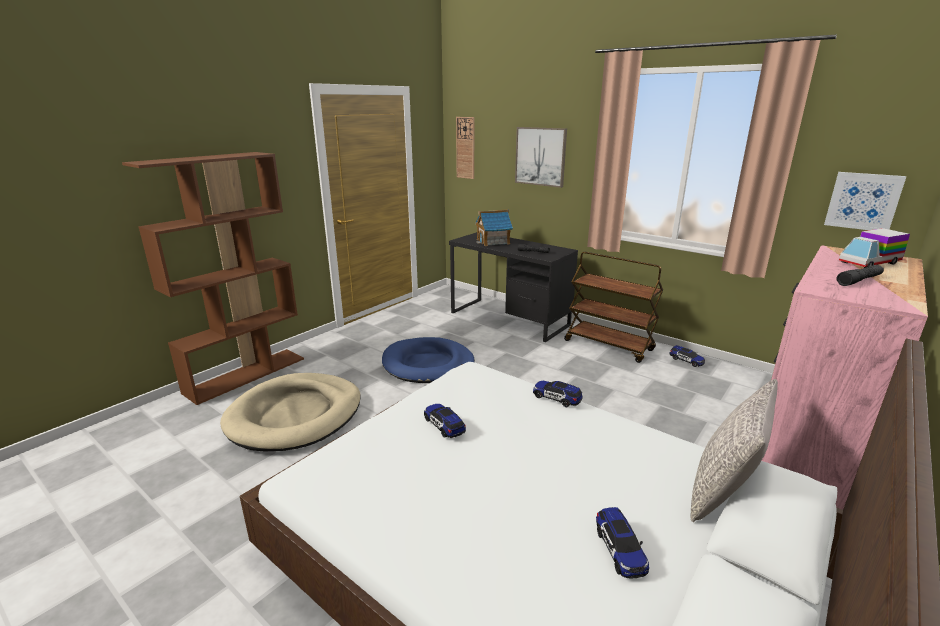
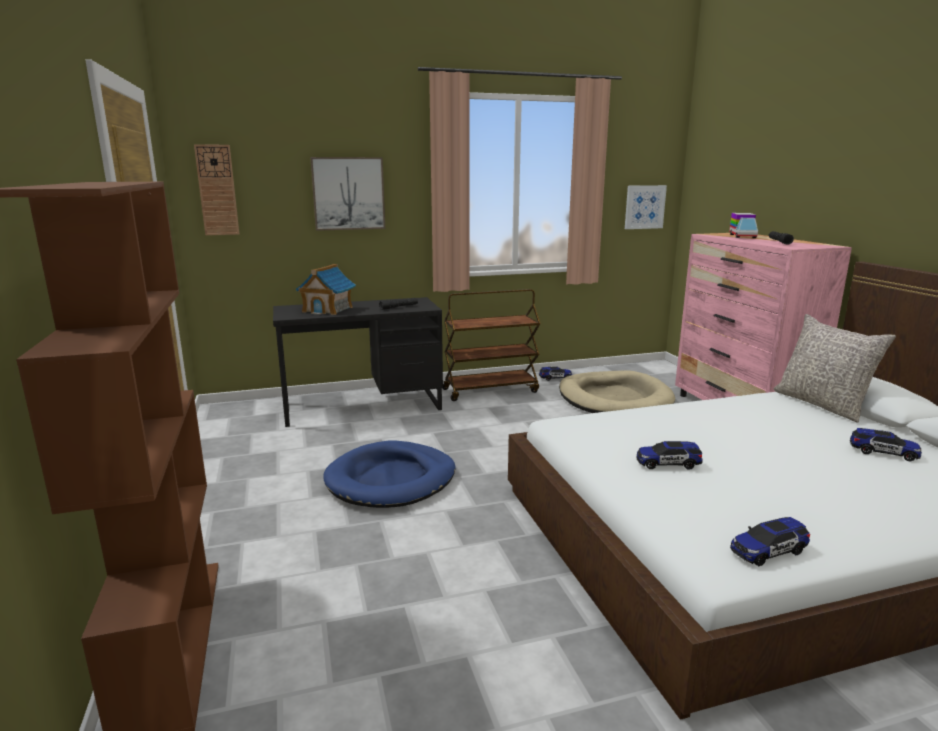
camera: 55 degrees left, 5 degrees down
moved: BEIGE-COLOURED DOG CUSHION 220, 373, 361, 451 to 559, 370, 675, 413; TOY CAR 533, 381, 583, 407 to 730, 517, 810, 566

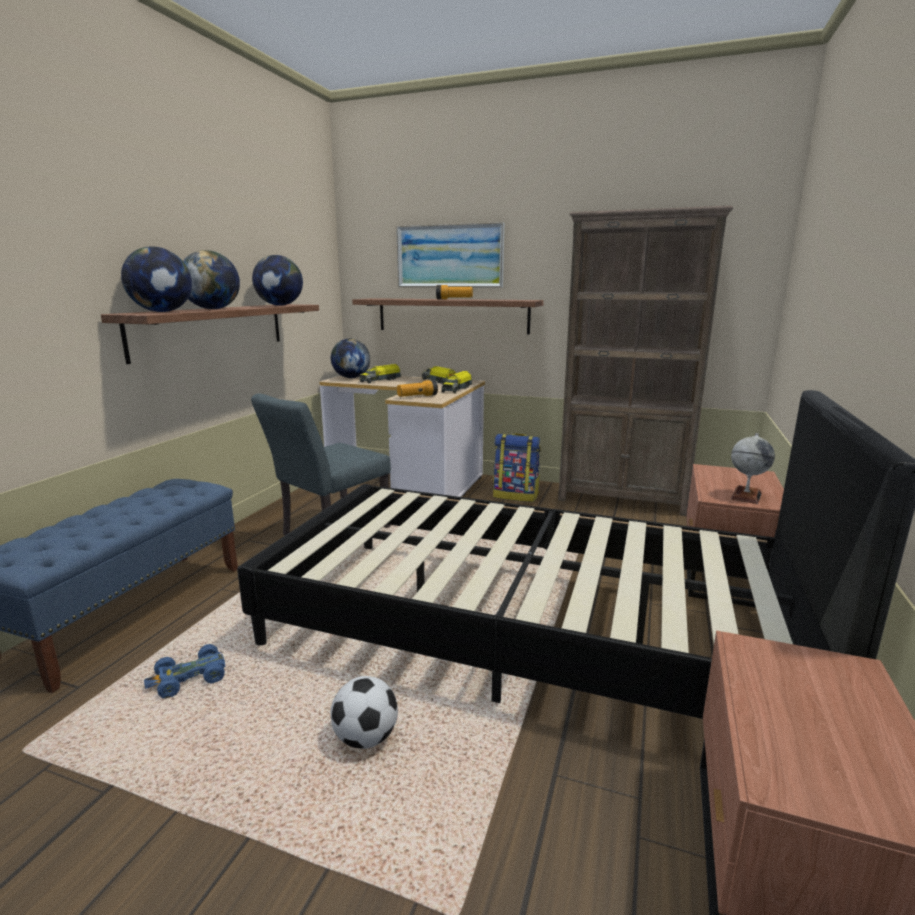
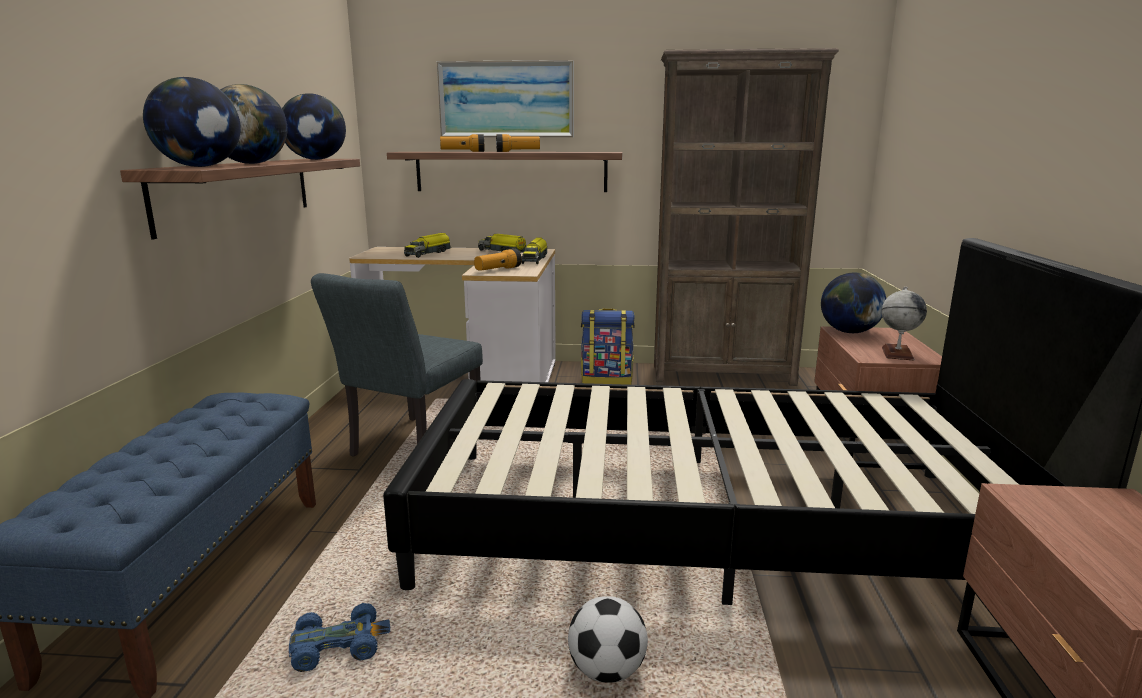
camera: 15 degrees left, 0 degrees up
added: FLASHLIGHT 440, 134, 484, 152
moved: DESK GLOBE 331, 339, 370, 378 to 821, 273, 886, 333
turned: BLUE TOY CAR 144, 644, 225, 698 = 289, 603, 390, 672 150 degrees counterclockwise

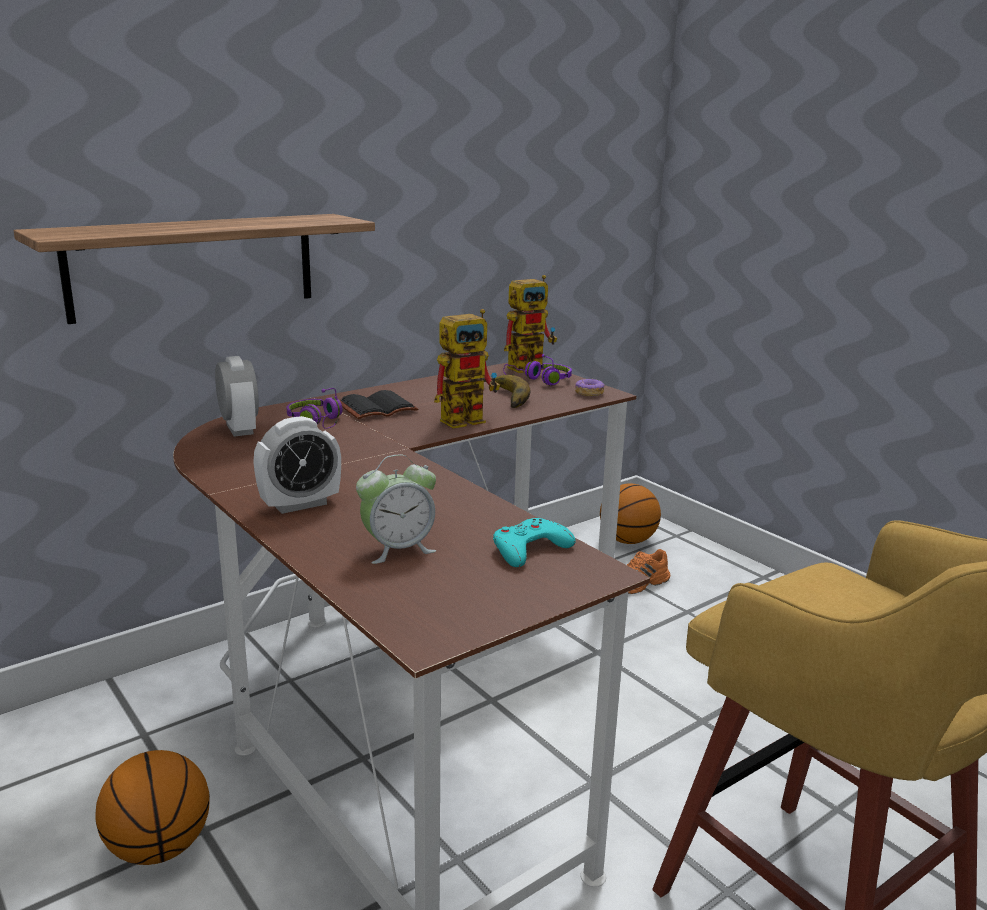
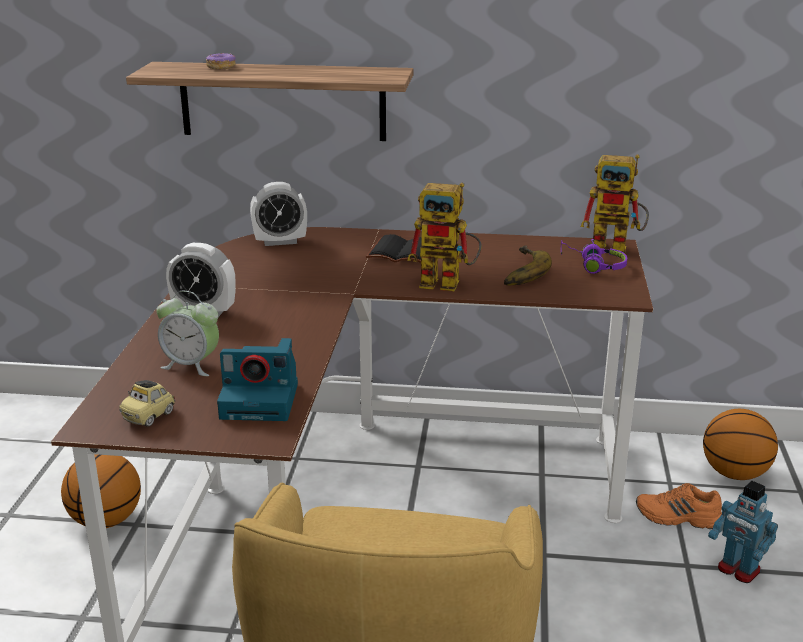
camera: 45 degrees right, 5 degrees up
removed: PURPLISH HEADSET 286, 388, 343, 429
added: TOY CAR 119, 380, 176, 427; MODEL ROBOT 708, 481, 778, 583
moved: DOUGHNUT 575, 378, 605, 396 to 206, 53, 236, 70
replaced: BLUE-GREEN GAME CONTROLLER 493, 518, 576, 567 to PHOTO CAMERA 217, 338, 298, 421
turned: BEDSIDE CLOCK 215, 356, 259, 437 = 250, 182, 307, 246 60 degrees clockwise

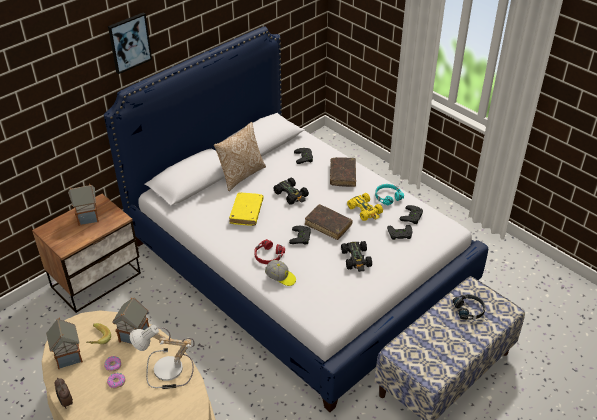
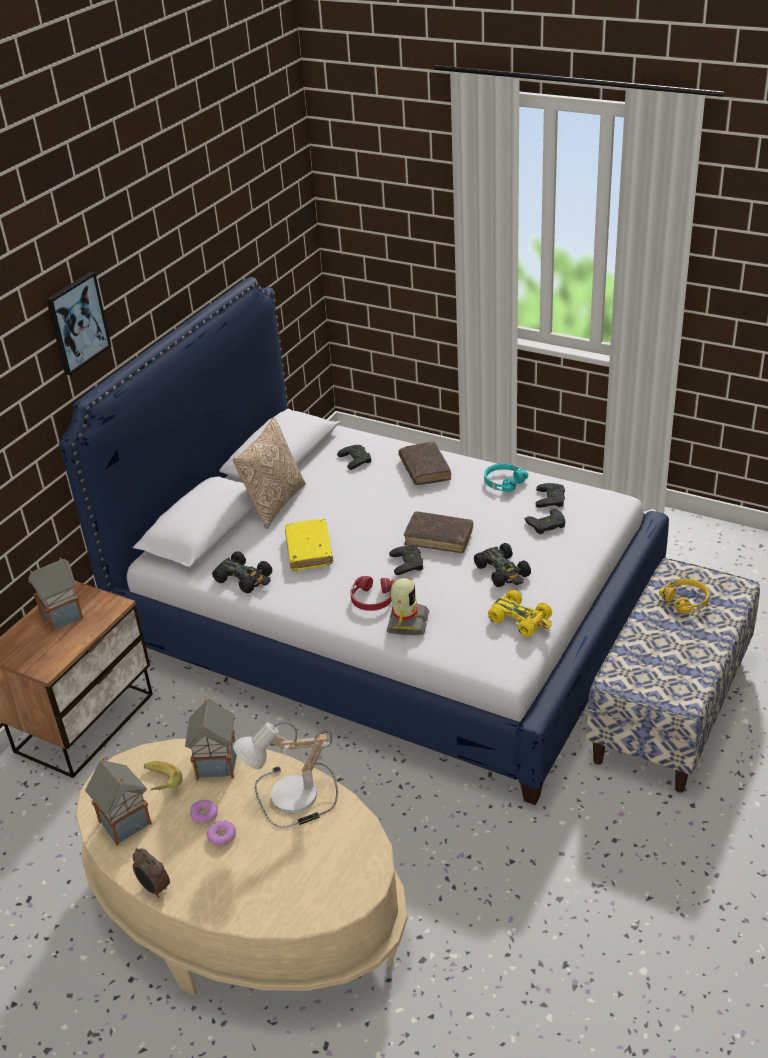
camera: 15 degrees left, 5 degrees down
moved: BLACKISH TOY CAR 273, 178, 309, 205 to 212, 551, 272, 593; YELLOW TOY CAR 347, 193, 383, 221 to 488, 590, 552, 637
replaced: BASEBALL CAP 265, 260, 296, 286 to MODEL ROBOT 387, 578, 429, 635
recoloured: BLACKISH HEADSET 453, 294, 486, 320 to YELLOW HEADSET 659, 578, 710, 614

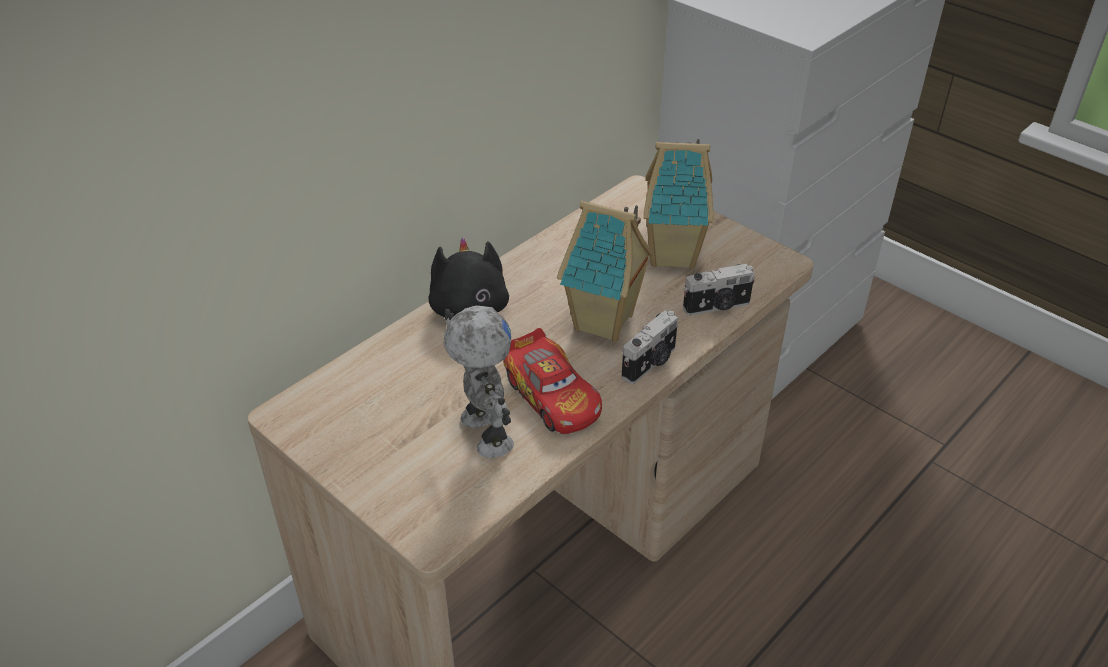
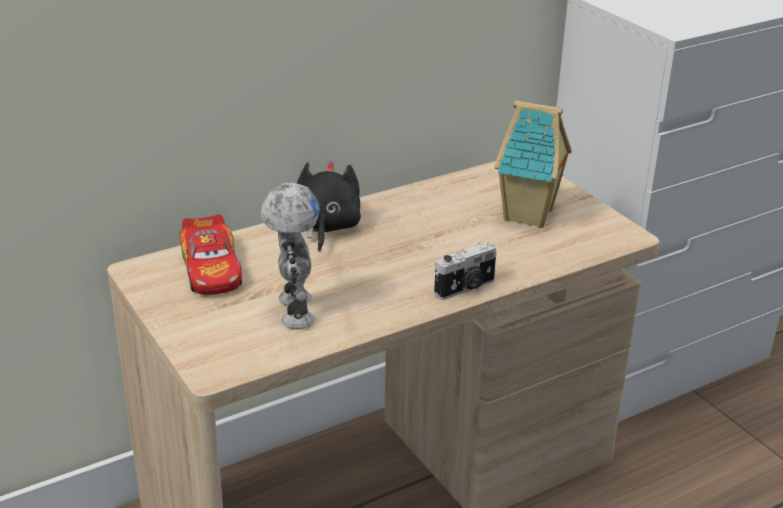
camera: 15 degrees right, 10 degrees down
removed: TOY HOUSE 557, 201, 654, 342; PHOTO CAMERA 683, 264, 755, 316
moved: TOY CAR 503, 328, 602, 434 to 180, 214, 242, 295

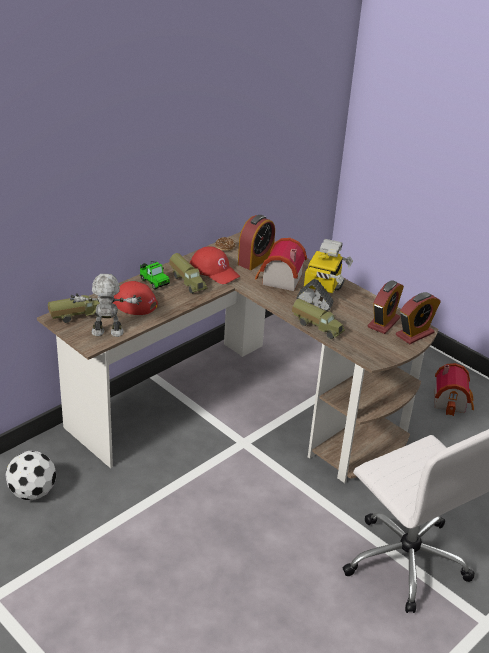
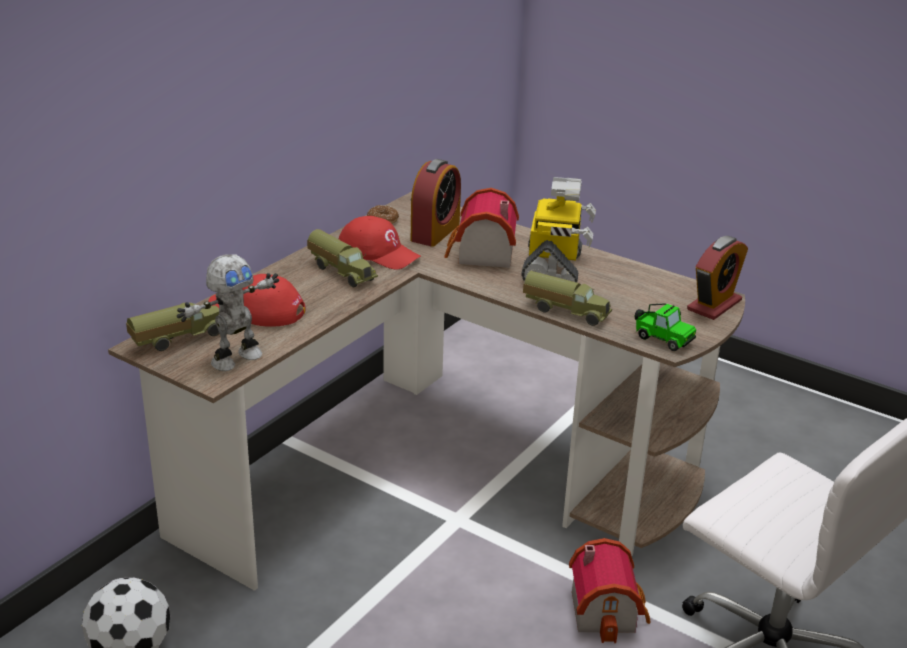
camera: 10 degrees left, 5 degrees down
removed: BEDSIDE CLOCK 367, 280, 404, 334
moved: TOY CAR 139, 261, 170, 289 to 635, 304, 696, 351; TOY HOUSE 435, 363, 474, 416 to 569, 538, 651, 643
turned: MODEL ROBOT 70, 274, 142, 337 = 177, 254, 279, 371 150 degrees clockwise

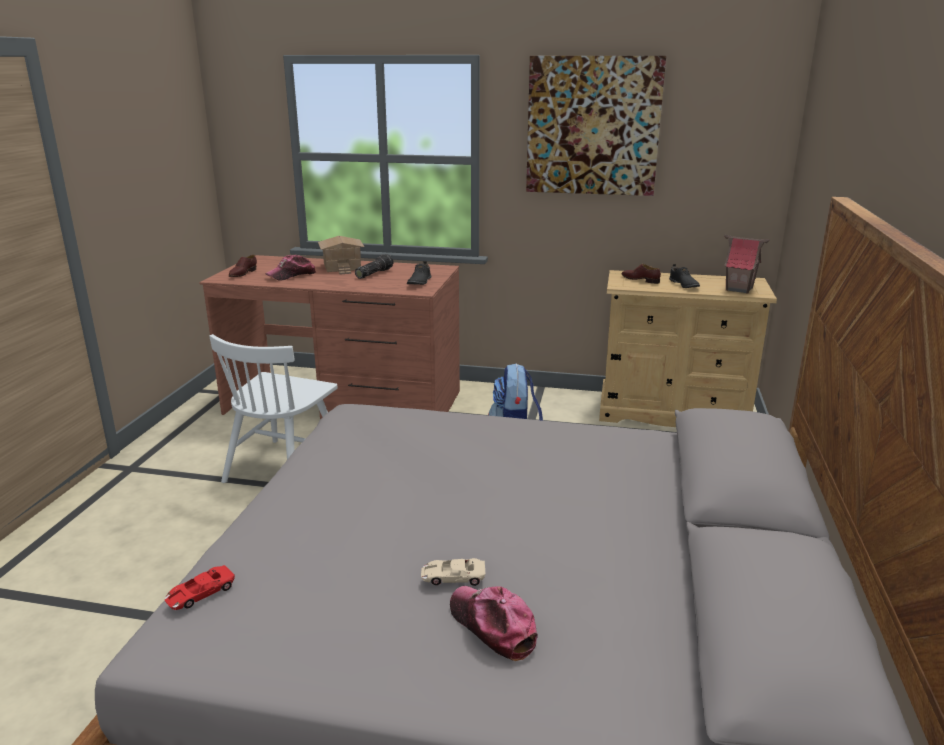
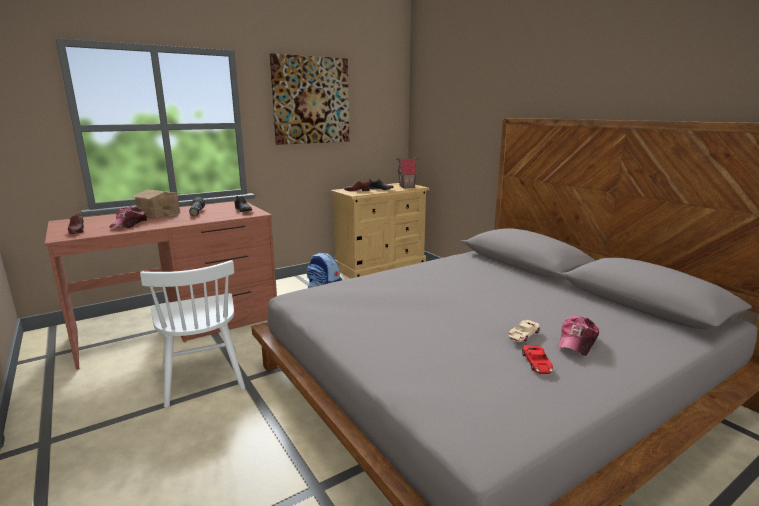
camera: 45 degrees left, 5 degrees down
moved: RED-COLOURED TOY CAR 165, 565, 235, 610 to 522, 345, 553, 374
turned: BASEBALL CAP 450, 586, 537, 661 = 558, 316, 599, 356 60 degrees counterclockwise

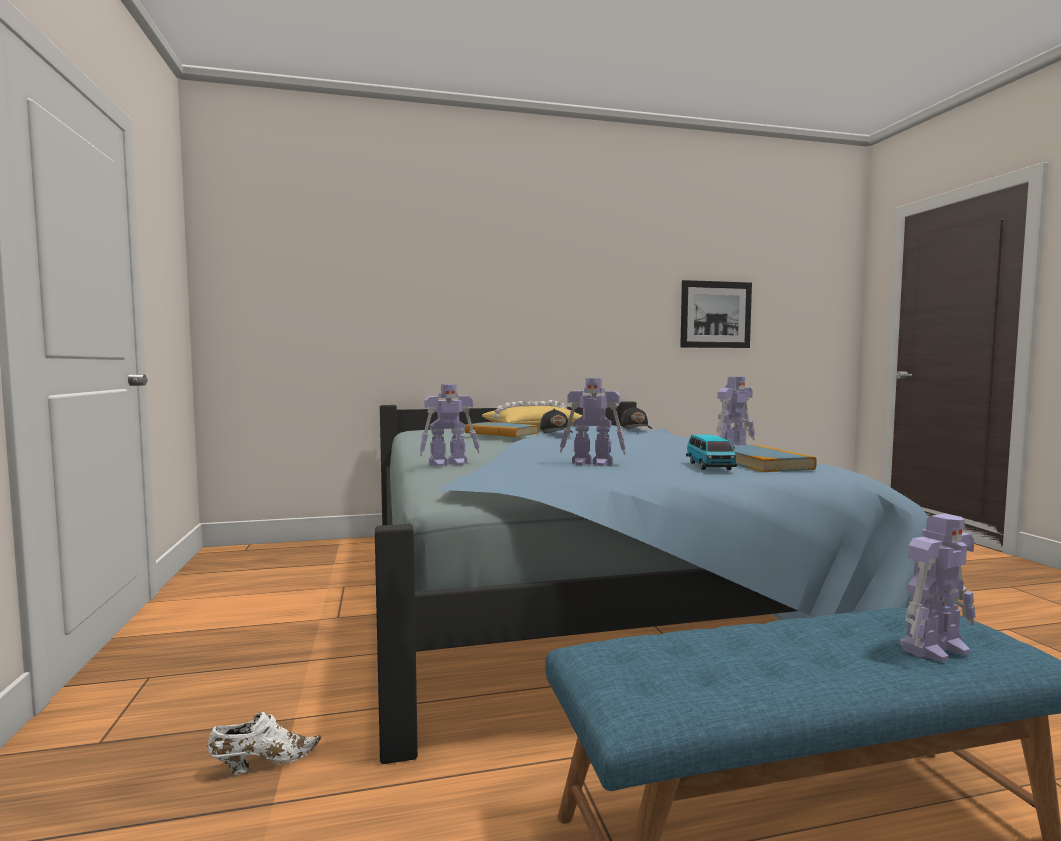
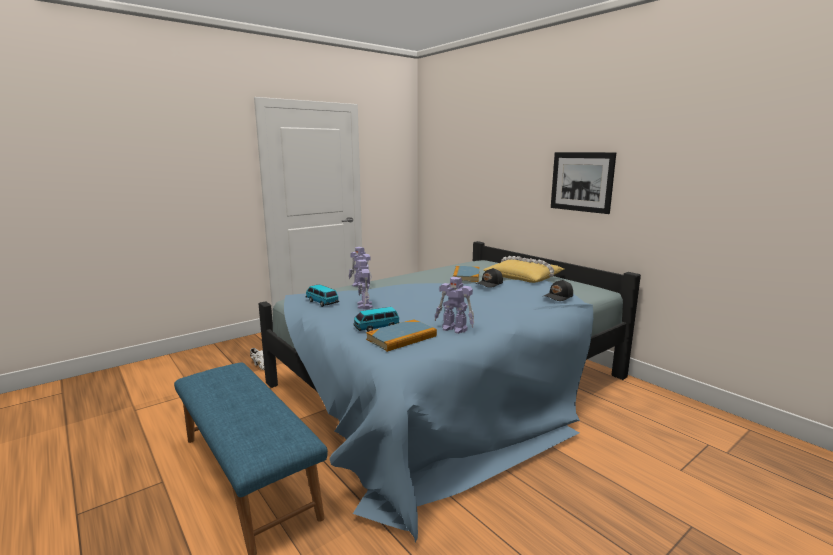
camera: 65 degrees right, 10 degrees up
removed: MODEL ROBOT 900, 513, 975, 662
added: TOY CAR 306, 284, 339, 307
moved: WALL ART 680, 280, 752, 348 to 551, 152, 616, 214

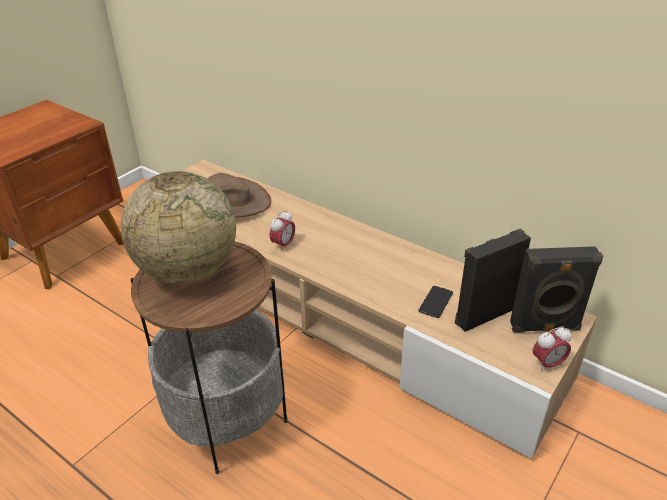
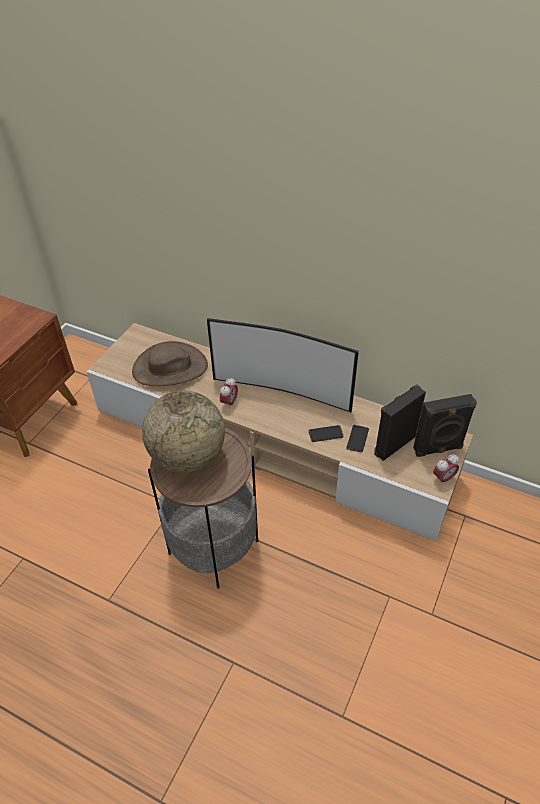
camera: 10 degrees left, 10 degrees up
added: TV SET 207, 318, 359, 412; HANDSET 309, 425, 344, 442

